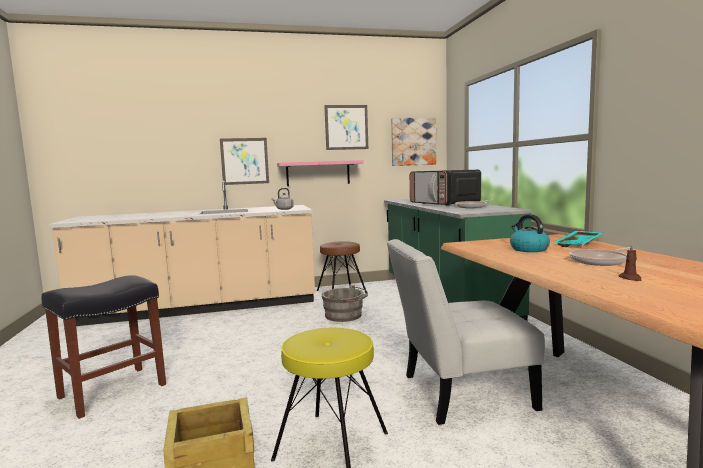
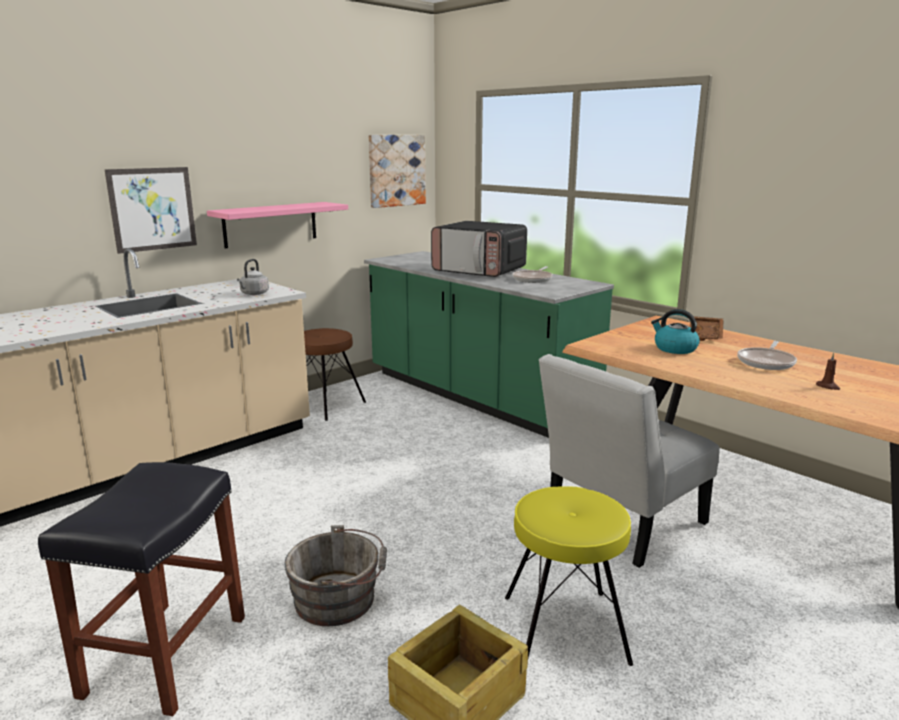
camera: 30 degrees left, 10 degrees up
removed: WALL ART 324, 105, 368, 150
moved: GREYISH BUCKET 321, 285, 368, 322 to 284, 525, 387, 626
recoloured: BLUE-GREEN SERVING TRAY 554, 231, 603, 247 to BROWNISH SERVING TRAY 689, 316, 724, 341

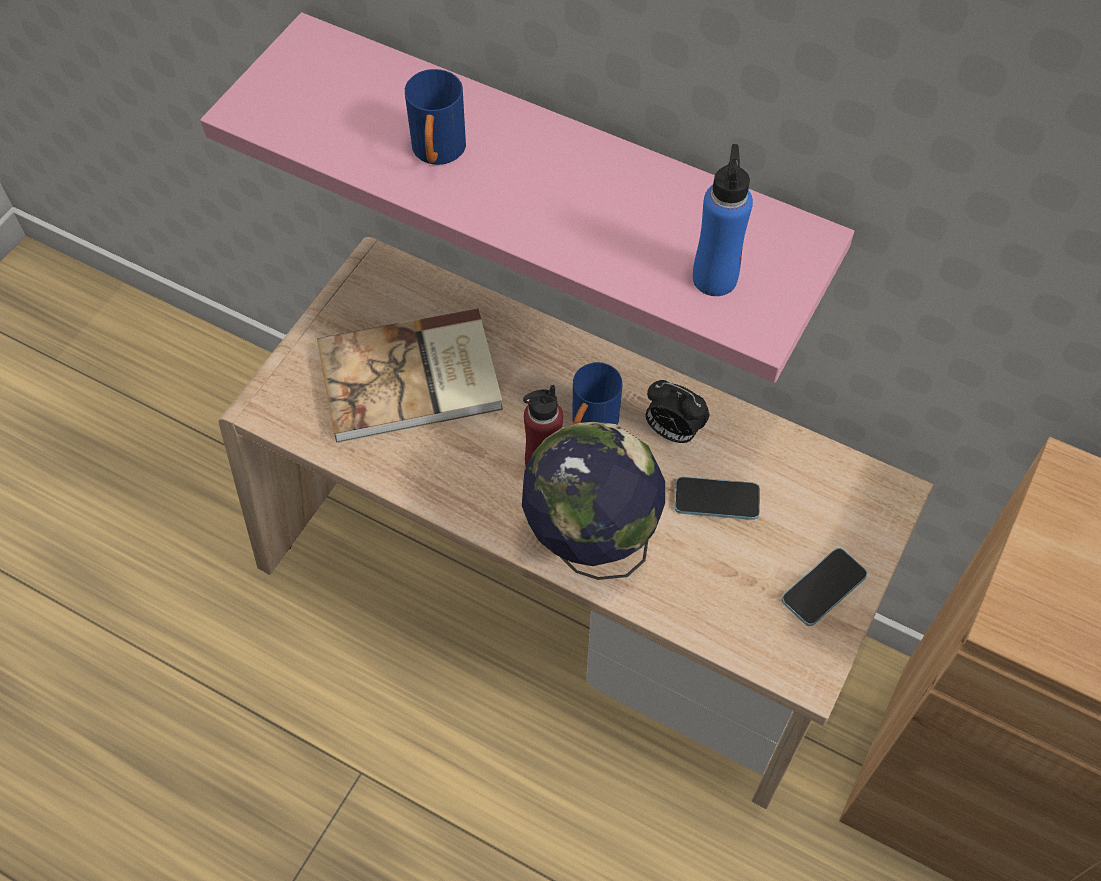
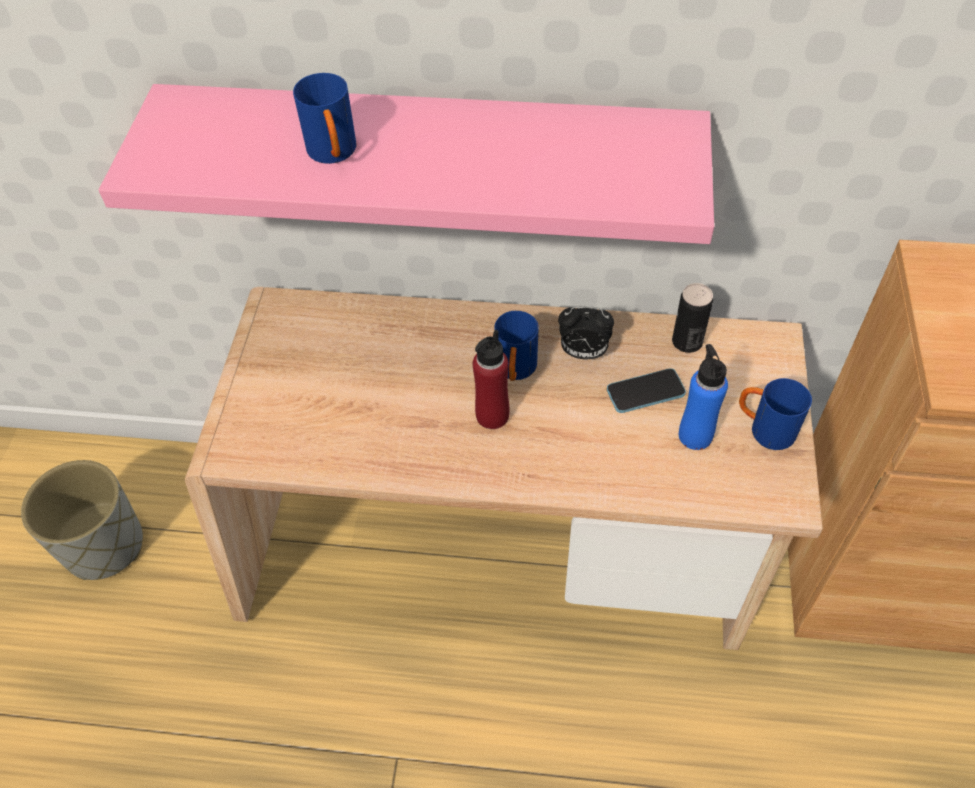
camera: 20 degrees left, 5 degrees down
removed: BOOK 317, 308, 503, 443; DESK GLOBE 522, 422, 665, 580
added: GREYISH PLANT POT 21, 460, 143, 580; SEALED CAN 672, 283, 713, 353
moved: BLUE BEVERAGE BOTTLE 693, 144, 753, 296 to 679, 344, 728, 450
replaced: HANDSET 782, 548, 867, 626 to BLUE MUG 739, 378, 812, 450

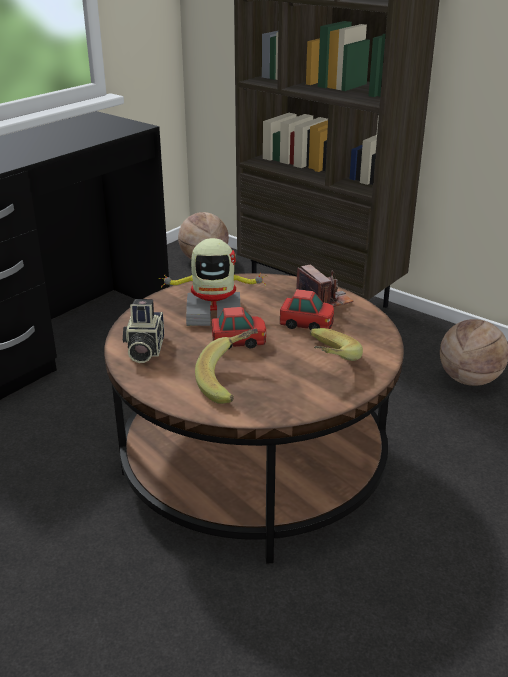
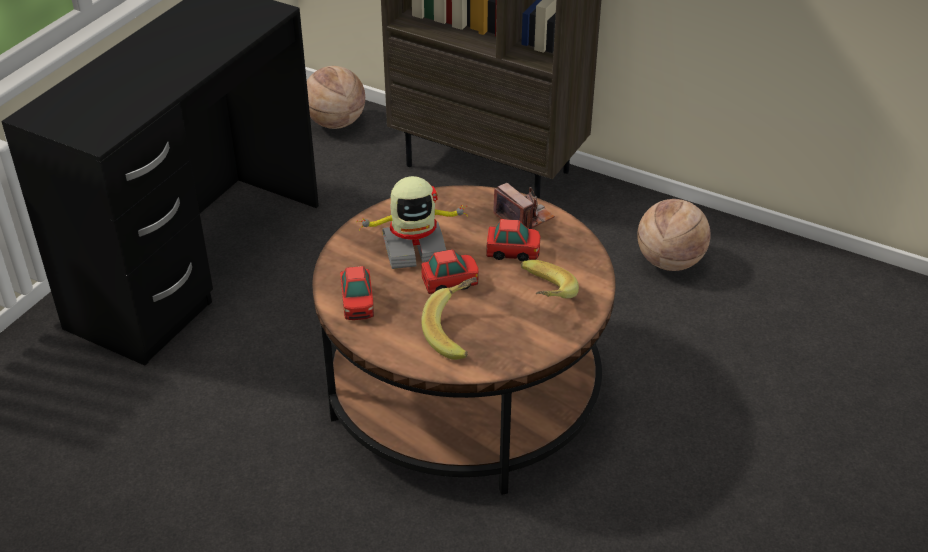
camera: 10 degrees left, 10 degrees up
replaced: PHOTO CAMERA 123, 299, 164, 363 to TOY CAR 340, 266, 374, 320

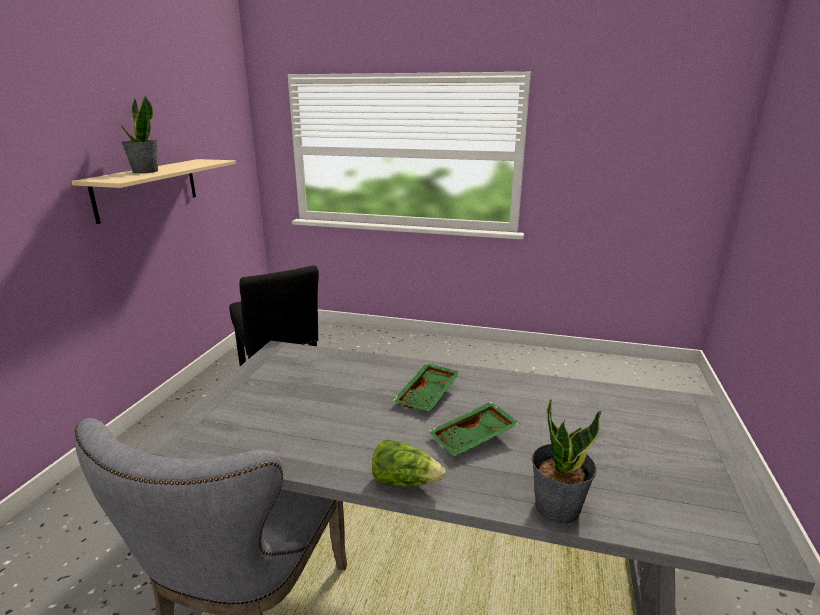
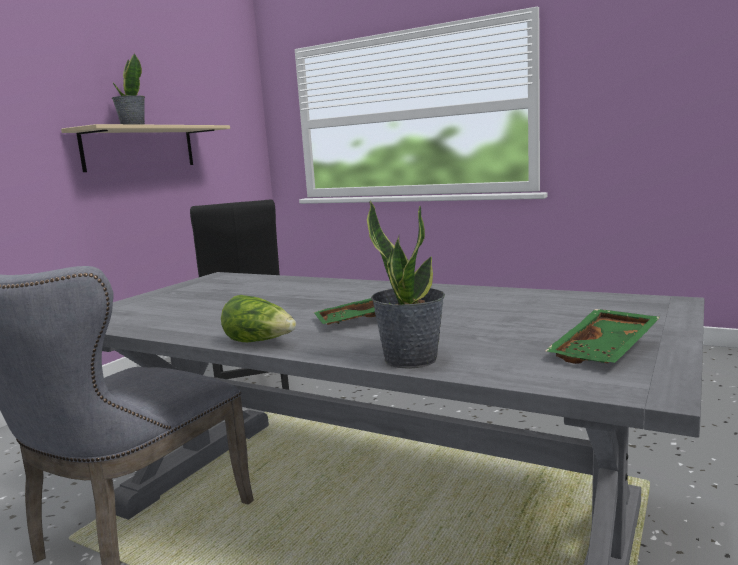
camera: 15 degrees right, 10 degrees down
moved: GREENISH SERVING TRAY 393, 363, 460, 412 to 545, 309, 660, 364

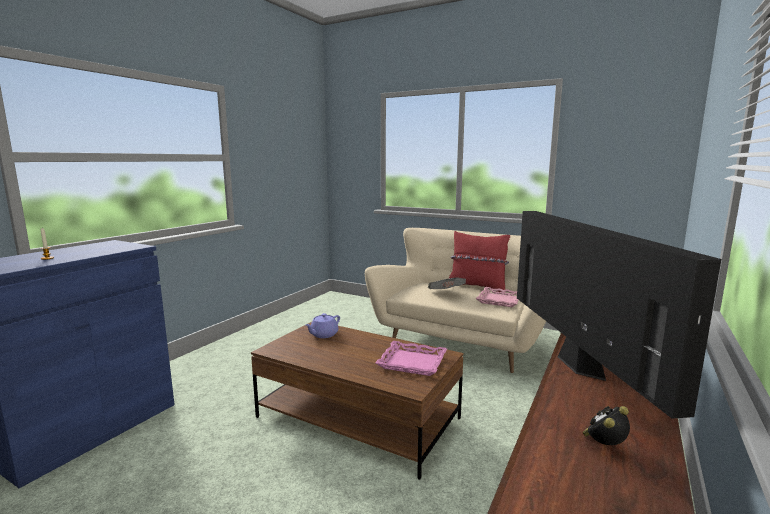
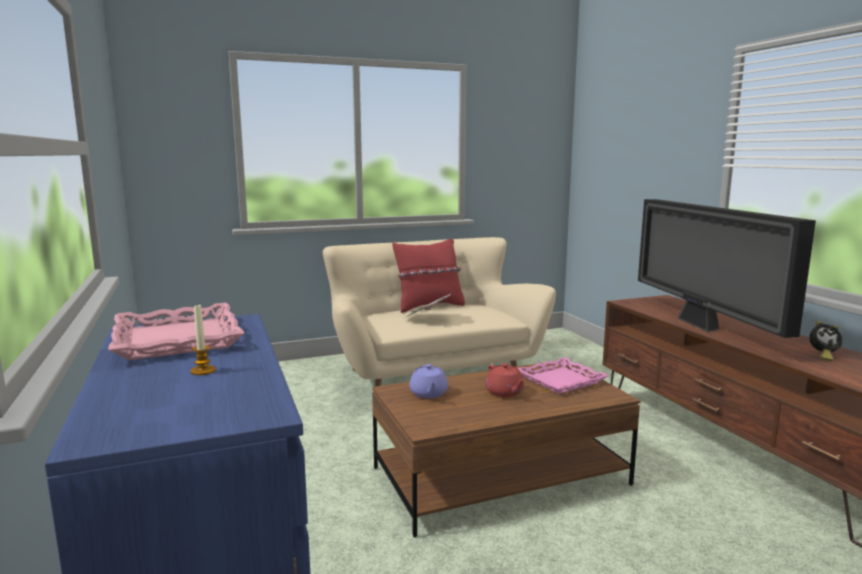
camera: 50 degrees left, 0 degrees up
added: RED-COLOURED TEA POT 485, 363, 525, 397
moved: PINK-COLOURED SERVING TRAY 476, 287, 519, 307 to 108, 303, 244, 360
turned: TV SET 517, 211, 721, 419 = 638, 199, 816, 338 135 degrees counterclockwise; BEDSIDE CLOCK 582, 406, 630, 445 = 809, 321, 842, 361 90 degrees counterclockwise

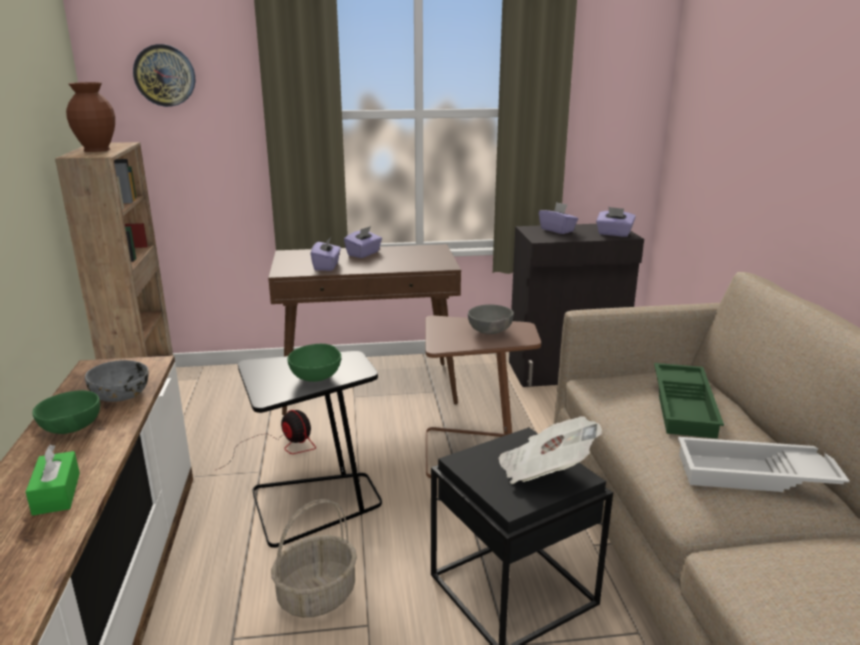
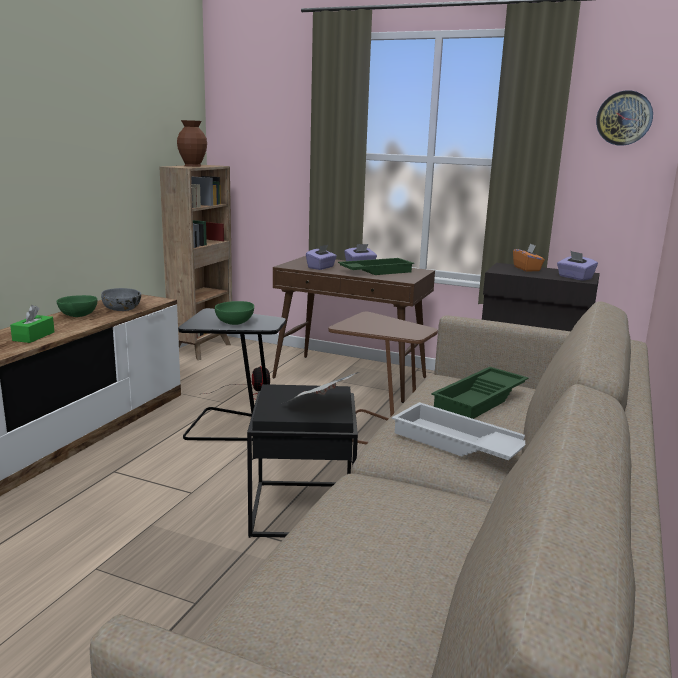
camera: 30 degrees right, 5 degrees down
removed: HOUSEHOLD BASKET 271, 499, 357, 618; GREYISH BOWL 468, 304, 514, 334
added: GREENISH SERVING TRAY 338, 258, 414, 275
moved: WALL CLOCK 133, 44, 195, 107 to 596, 90, 653, 146
recoloured: PURPLISH TISSUE BOX 539, 202, 578, 234 to ORANGE TISSUE BOX 513, 244, 545, 271

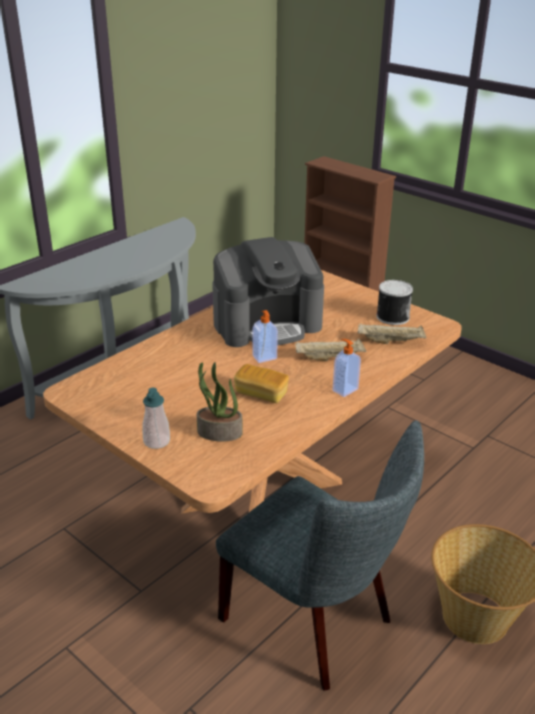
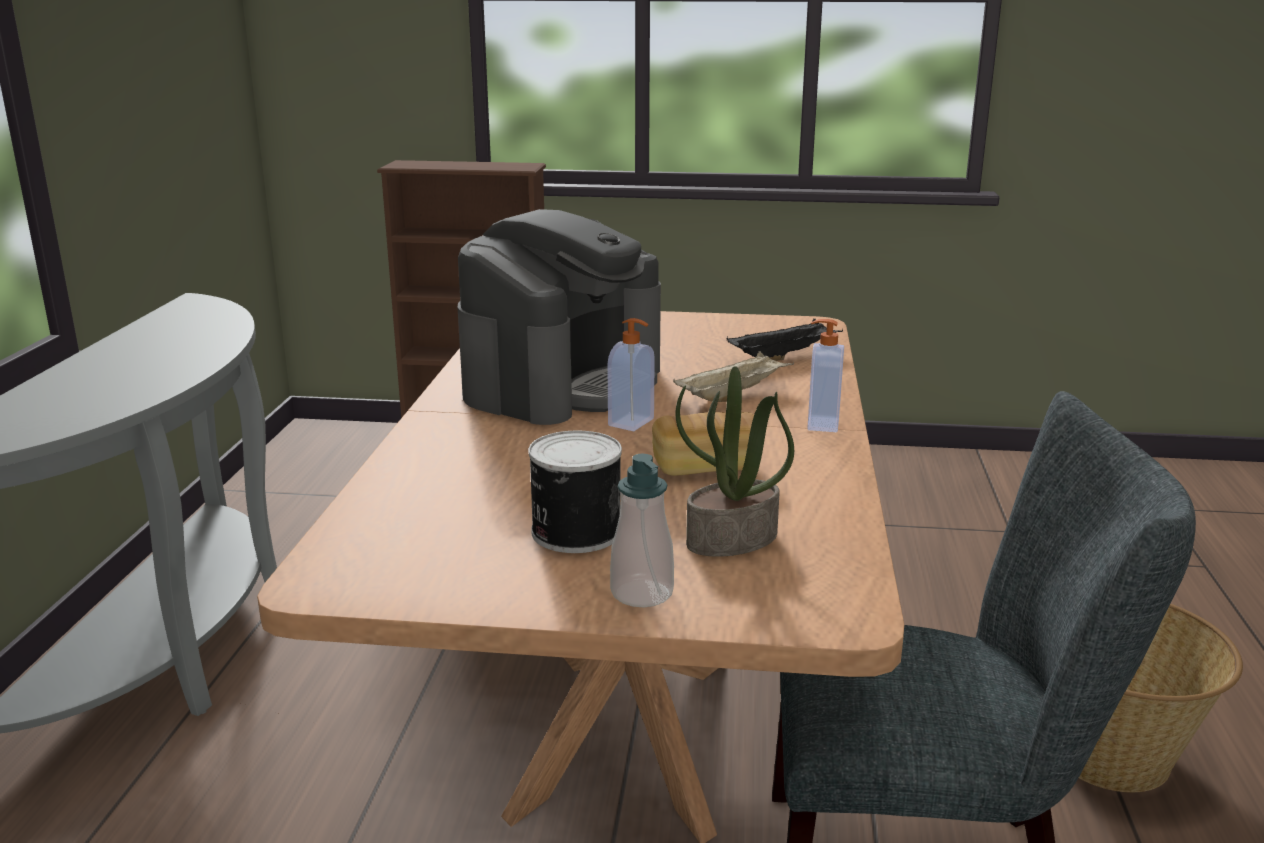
camera: 35 degrees left, 10 degrees down
moved: SEALED CAN 376, 280, 413, 325 to 528, 431, 622, 553
recoloured: BEIGE-COLOURED SERVING TRAY 358, 324, 426, 344 to BLACKISH SERVING TRAY 727, 319, 843, 361

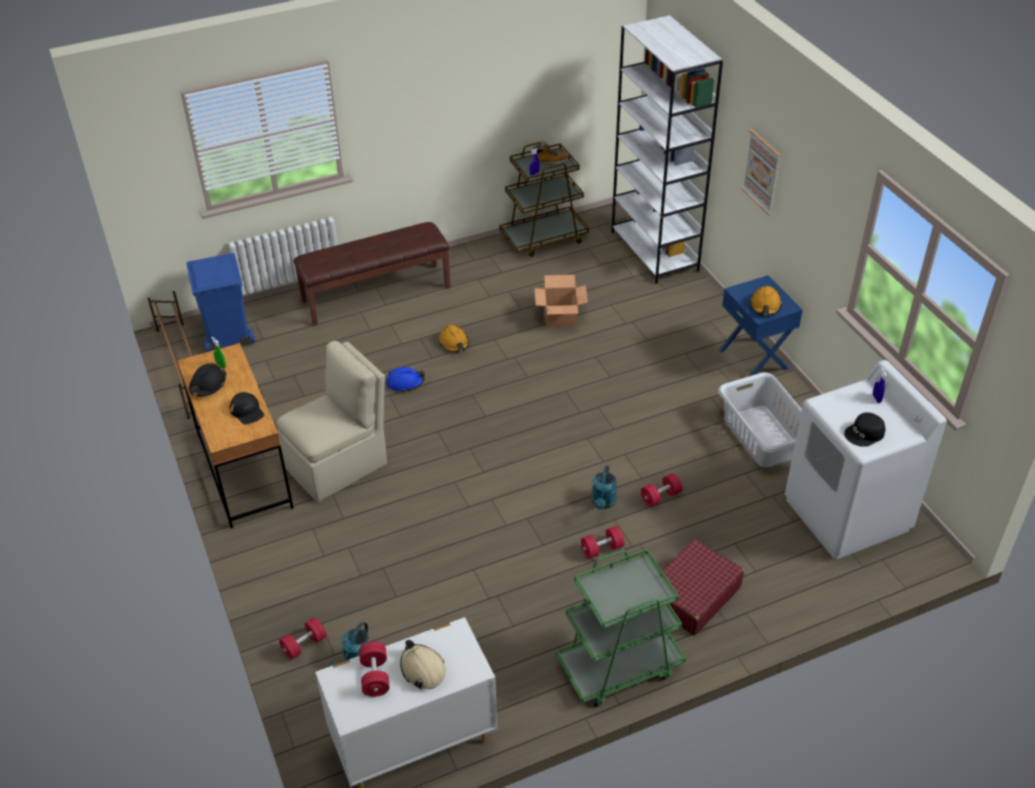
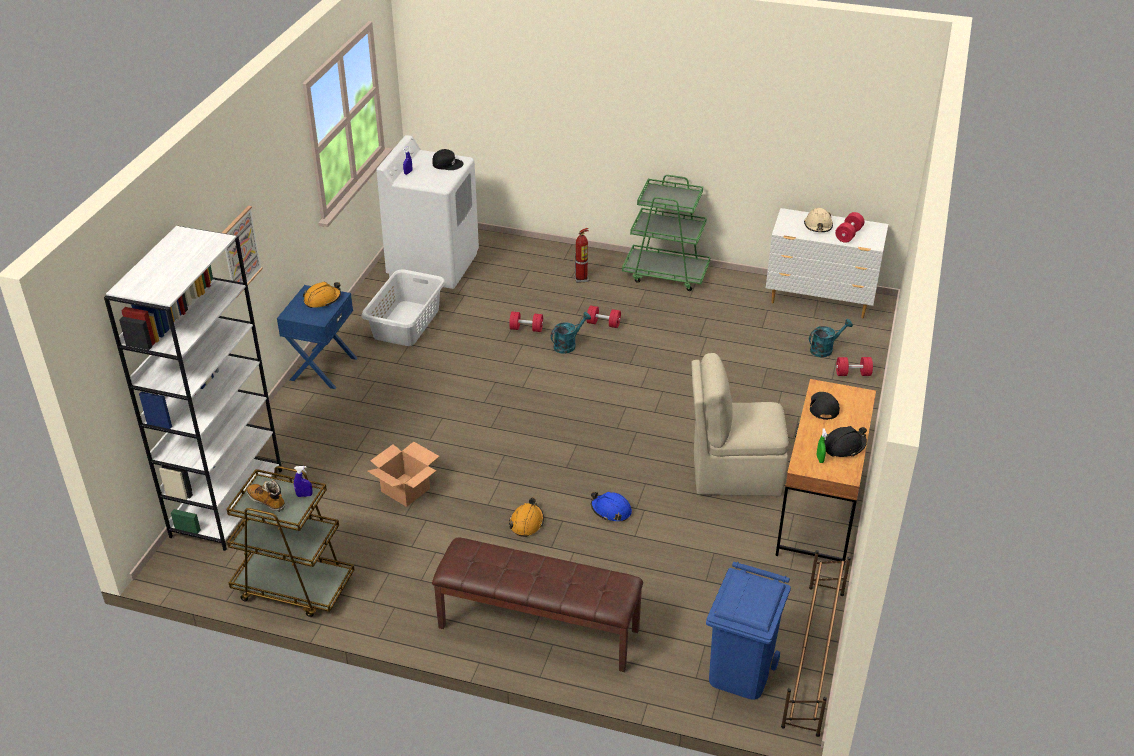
camera: 140 degrees left, 5 degrees down
replaced: RED-COLOURED SUITCASE 660, 539, 744, 635 to FIRE EXTINGUISHER 574, 228, 589, 283

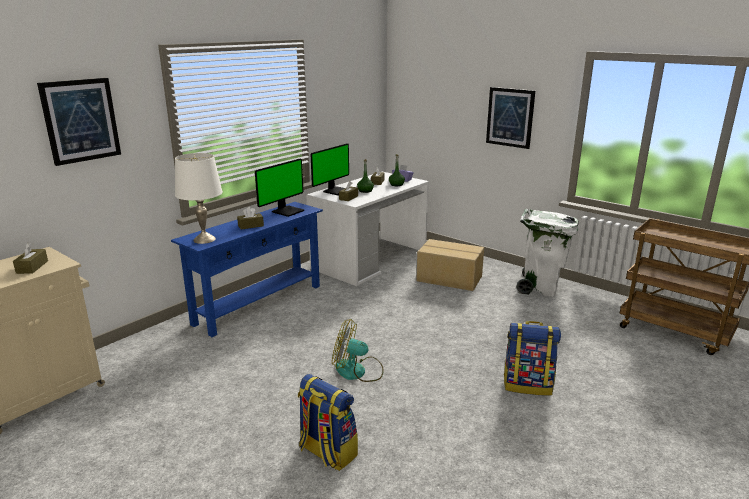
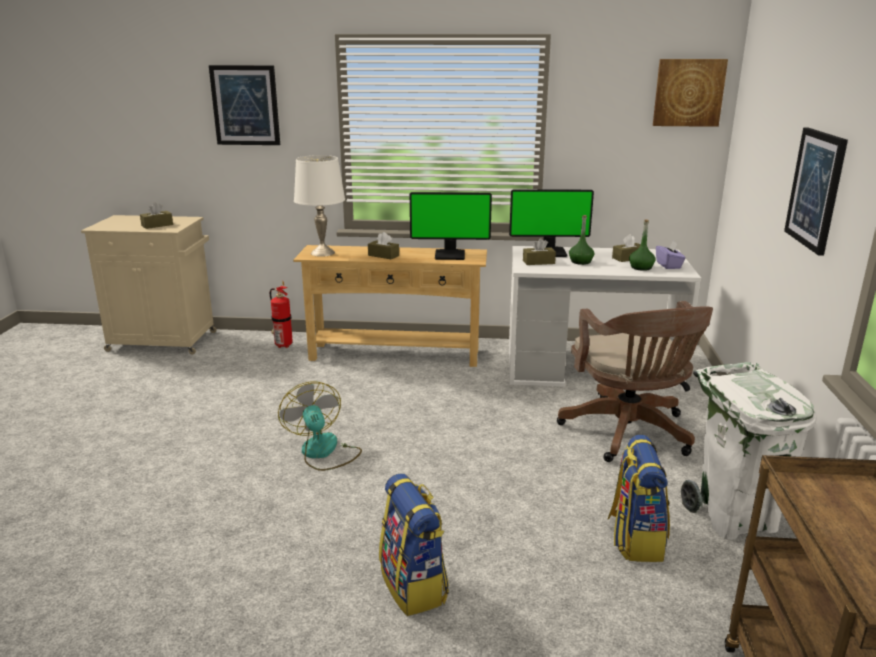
camera: 55 degrees right, 0 degrees up
added: FIRE EXTINGUISHER 270, 281, 293, 348; WALL ART 653, 59, 728, 127
moved: BACKPACK 298, 374, 358, 471 to 608, 435, 670, 562
replaced: CARDBOARD BOX 416, 239, 484, 291 to BROWNISH OFFICE CHAIR 557, 301, 713, 462
recoloured: BLUE CONSOLE TABLE 171, 202, 323, 337 to BEIGE-COLOURED CONSOLE TABLE 293, 245, 487, 367

